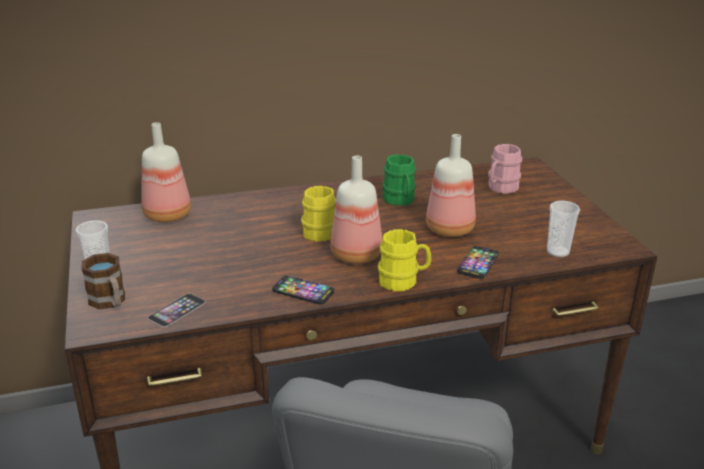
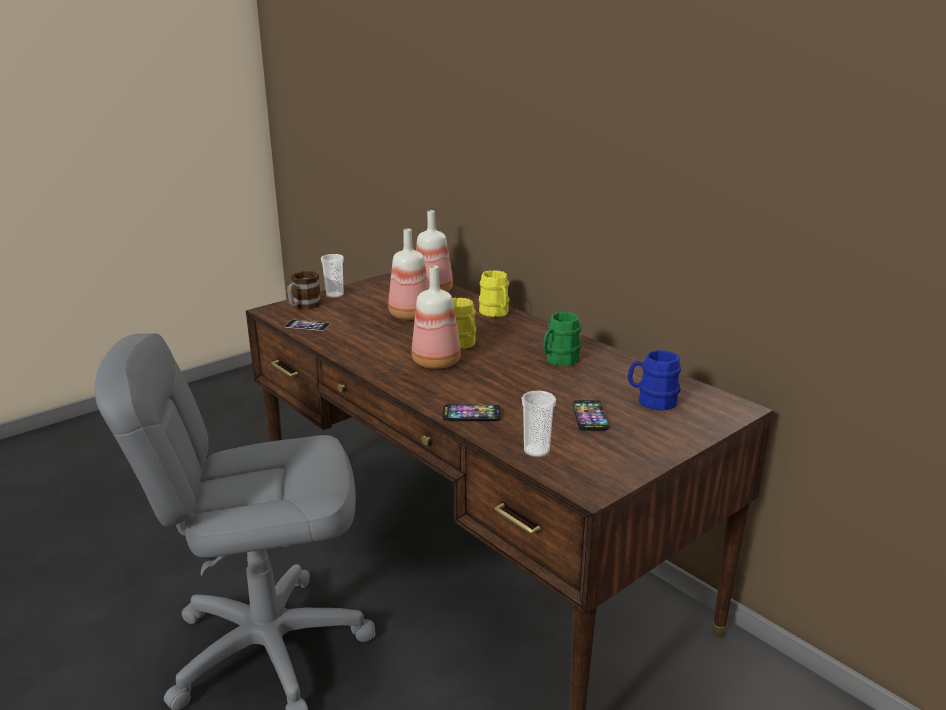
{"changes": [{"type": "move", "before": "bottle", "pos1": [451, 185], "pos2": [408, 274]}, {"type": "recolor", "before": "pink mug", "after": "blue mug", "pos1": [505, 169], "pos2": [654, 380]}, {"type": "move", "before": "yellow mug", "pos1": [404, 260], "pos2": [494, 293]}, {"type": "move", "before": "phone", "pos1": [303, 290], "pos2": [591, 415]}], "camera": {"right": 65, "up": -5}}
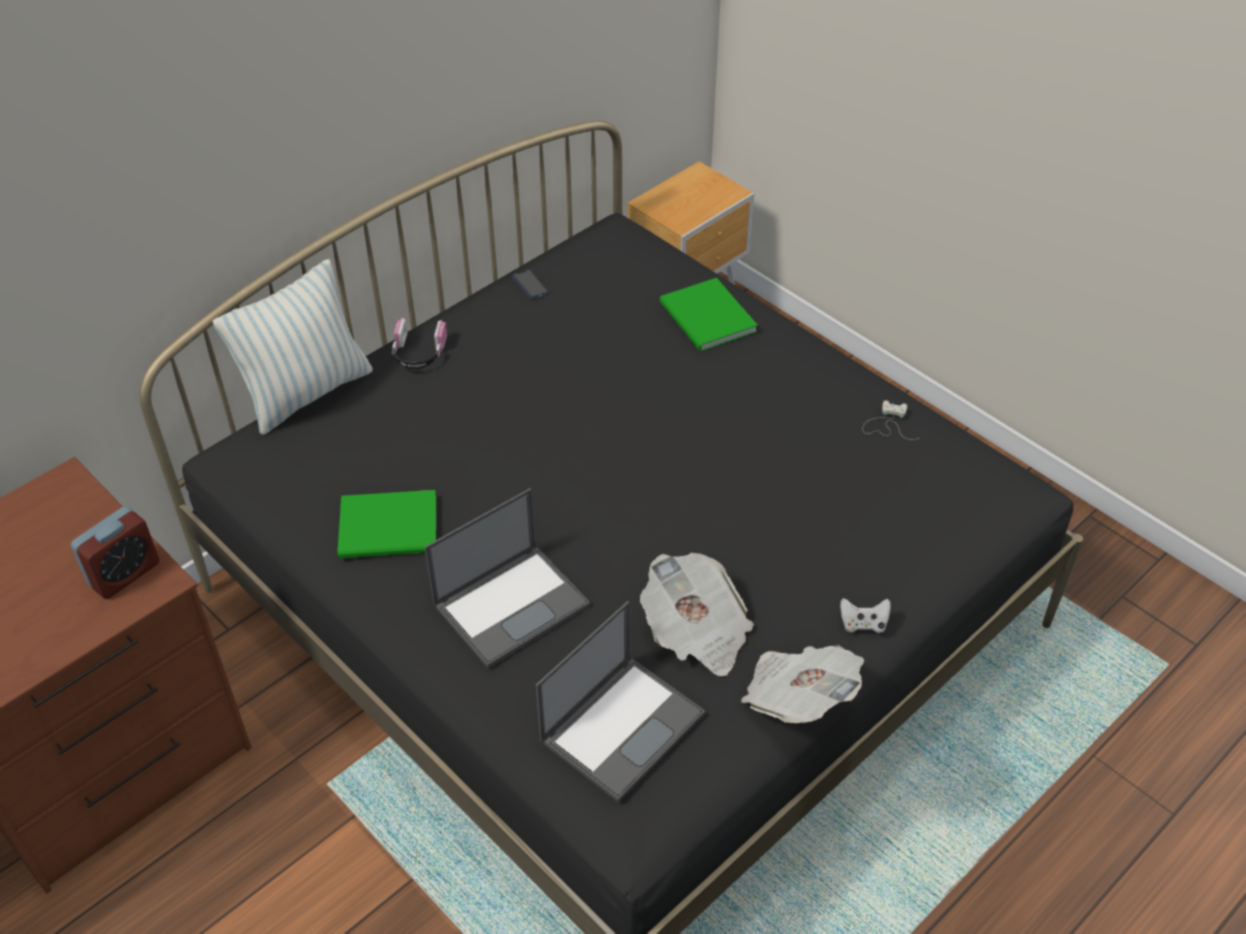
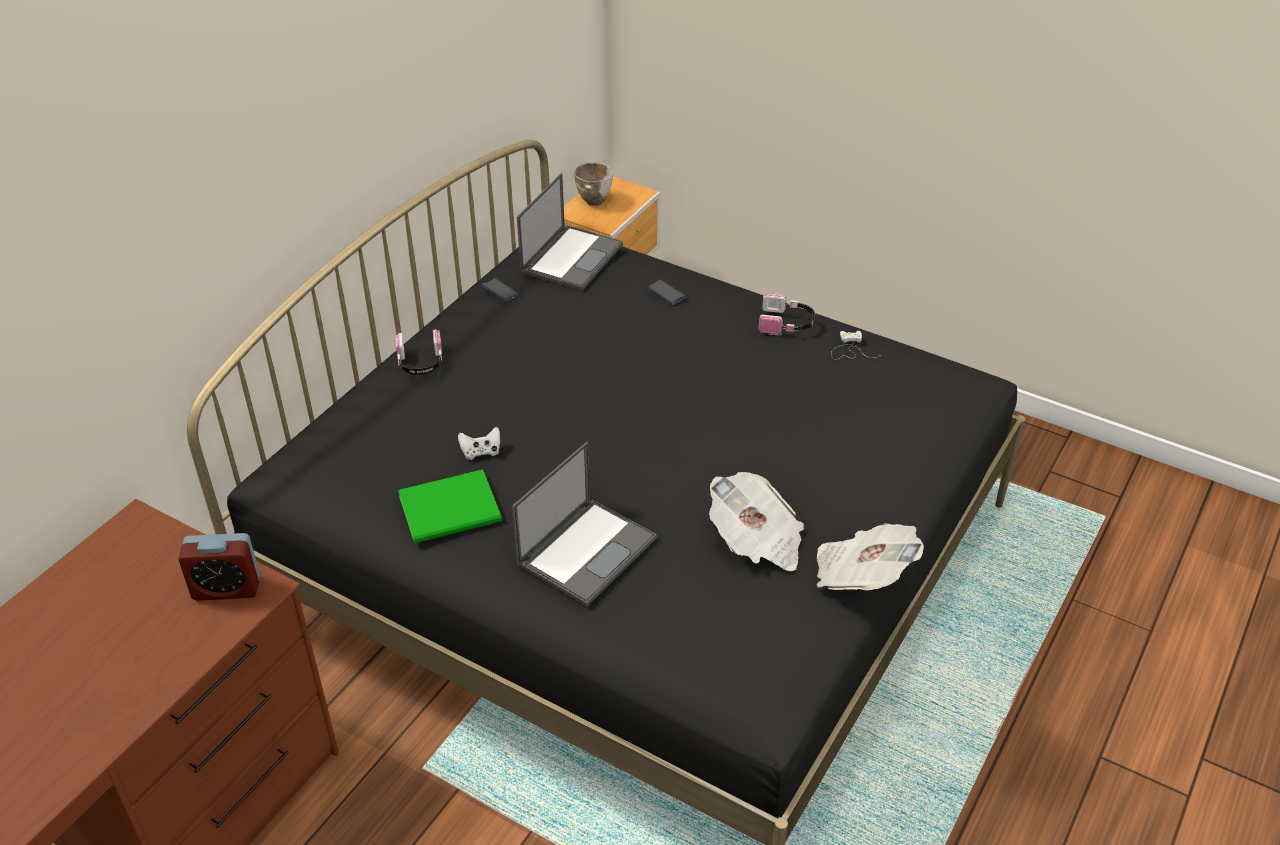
{"changes": [{"type": "delete", "before": "pillow", "pos1": [292, 347]}, {"type": "replace", "before": "green book", "after": "phone", "pos1": [709, 314], "pos2": [666, 292]}, {"type": "rotate", "before": "alarm clock", "pos1": [115, 552], "pos2": [219, 567], "turn": 60}, {"type": "move", "before": "white game controller", "pos1": [865, 615], "pos2": [479, 443]}, {"type": "move", "before": "laptop", "pos1": [620, 701], "pos2": [570, 232]}, {"type": "insert", "after": "bowl", "pos2": [593, 183]}, {"type": "insert", "after": "headphones", "pos2": [786, 314]}], "camera": {"right": -15, "up": -5}}
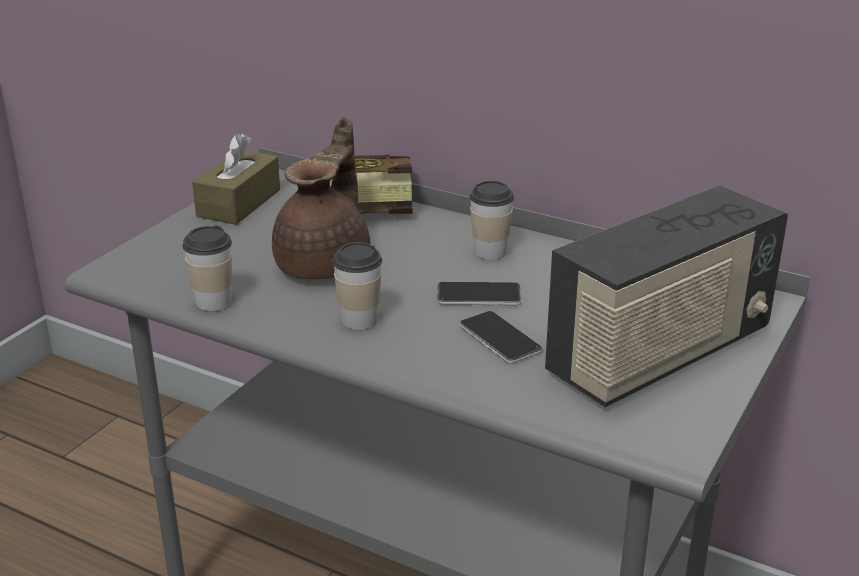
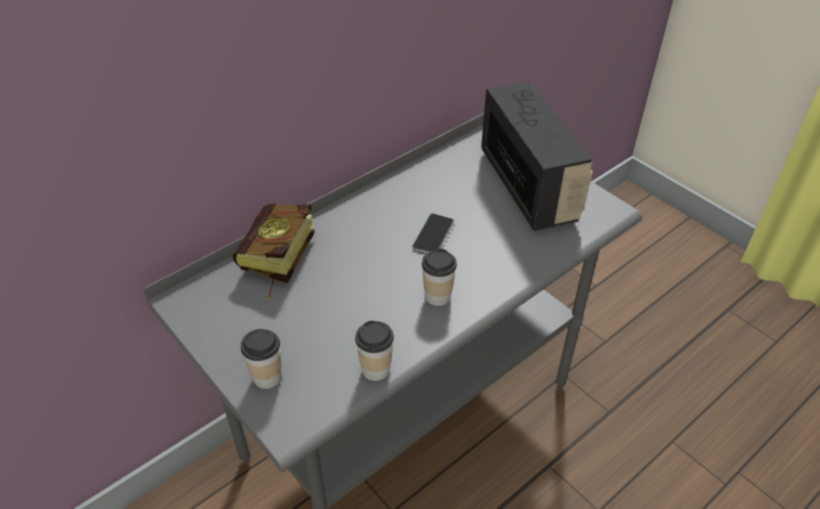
{"changes": [{"type": "delete", "before": "brown teapot", "pos1": [321, 197]}, {"type": "delete", "before": "brown tissue box", "pos1": [236, 179]}, {"type": "move", "before": "cup", "pos1": [491, 220], "pos2": [261, 359]}, {"type": "delete", "before": "phone", "pos1": [501, 337]}], "camera": {"right": -70, "up": 15}}
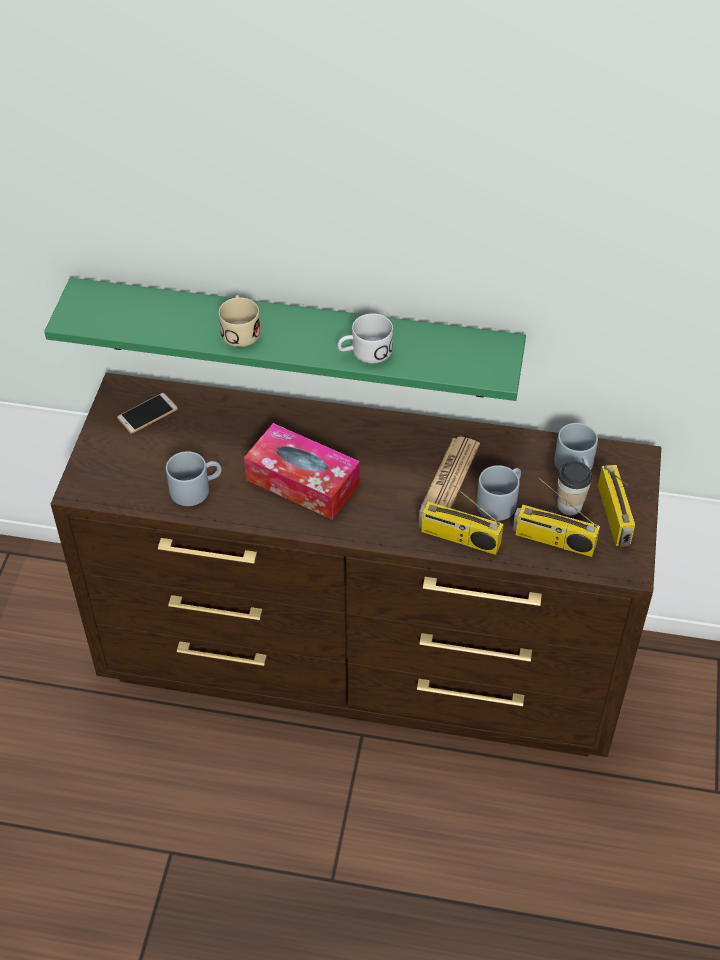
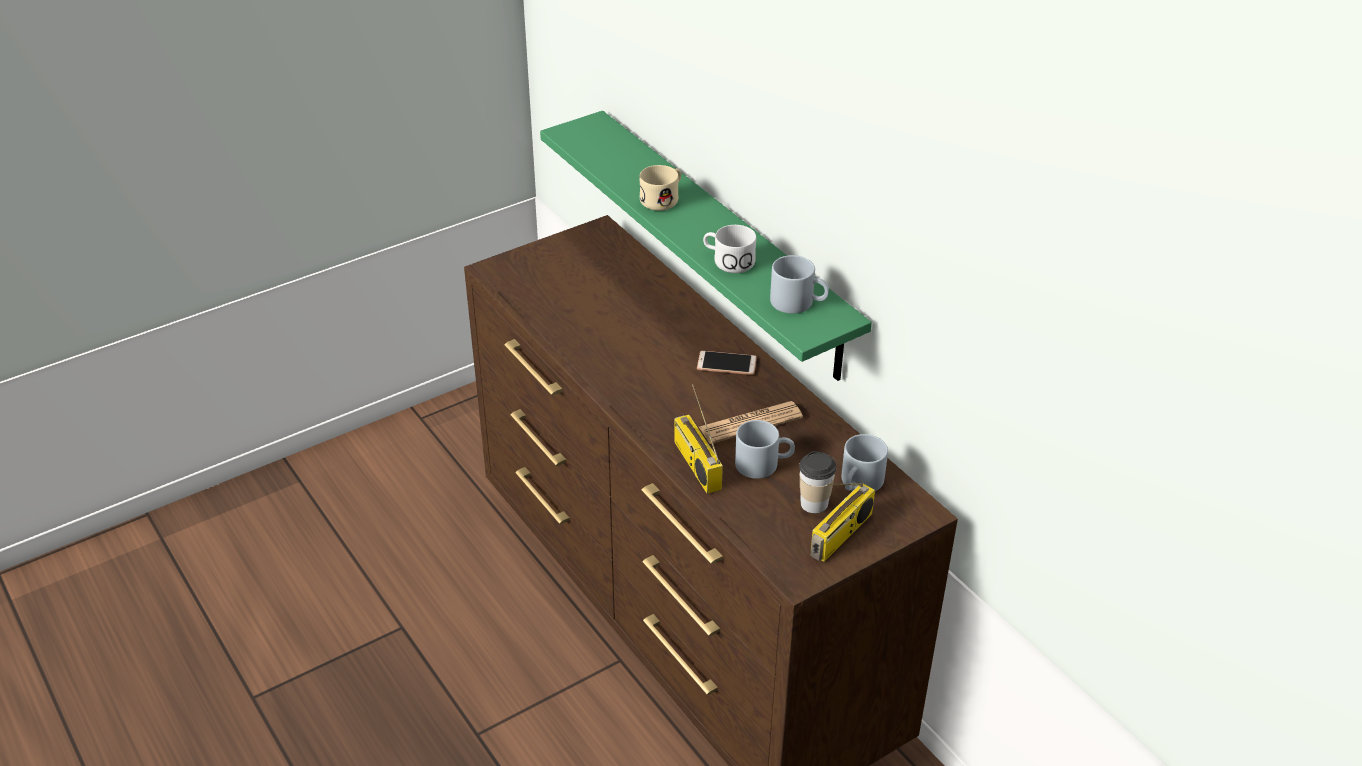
{"changes": [{"type": "move", "before": "phone", "pos1": [147, 413], "pos2": [727, 363]}, {"type": "delete", "before": "tissue box", "pos1": [302, 471]}, {"type": "move", "before": "grey mug", "pos1": [194, 478], "pos2": [799, 284]}, {"type": "delete", "before": "radio", "pos1": [556, 517]}], "camera": {"right": 45, "up": -10}}
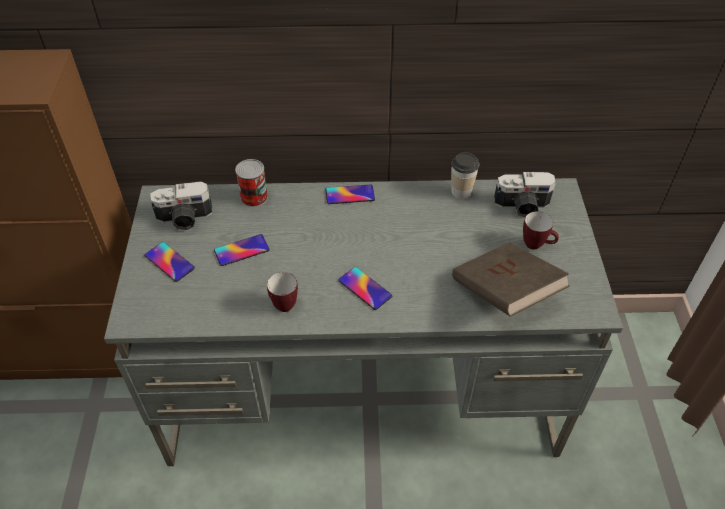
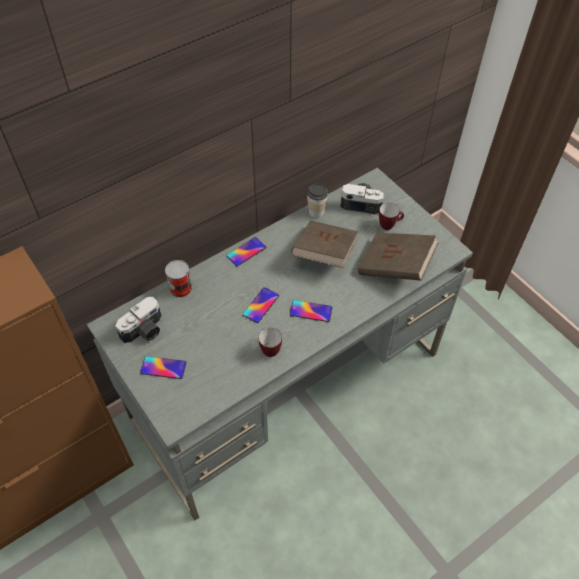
{"changes": [{"type": "rotate", "before": "photo camera", "pos1": [525, 195], "pos2": [362, 199], "turn": -135}, {"type": "move", "before": "phone", "pos1": [241, 250], "pos2": [260, 305]}, {"type": "insert", "after": "brown book", "pos2": [324, 244]}], "camera": {"right": -35, "up": 5}}
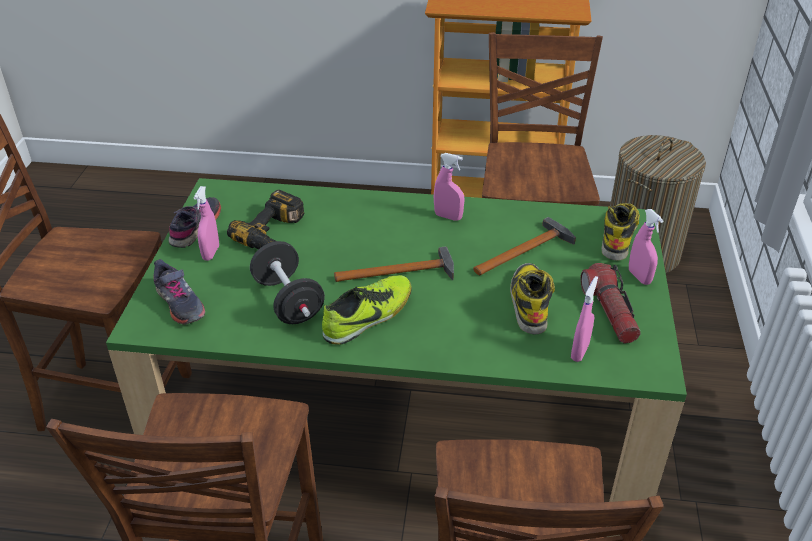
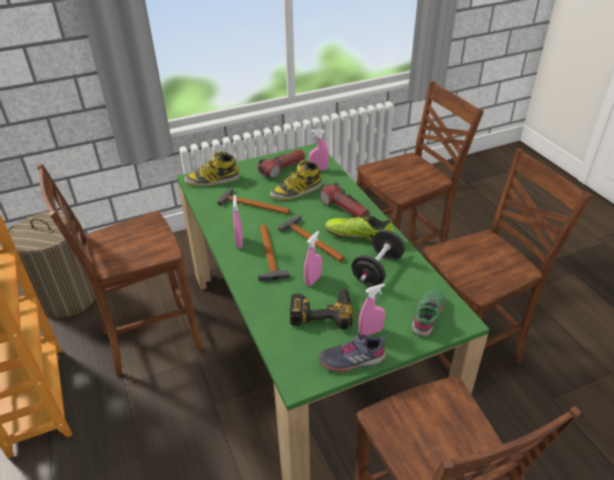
{"changes": [{"type": "move", "before": "pink spray bottle", "pos1": [646, 247], "pos2": [313, 258]}, {"type": "recolor", "before": "grey shoe", "after": "green shoe", "pos1": [179, 292], "pos2": [428, 313]}, {"type": "insert", "after": "flashlight", "pos2": [344, 199]}, {"type": "insert", "after": "hammer", "pos2": [274, 253]}], "camera": {"right": -120, "up": 0}}
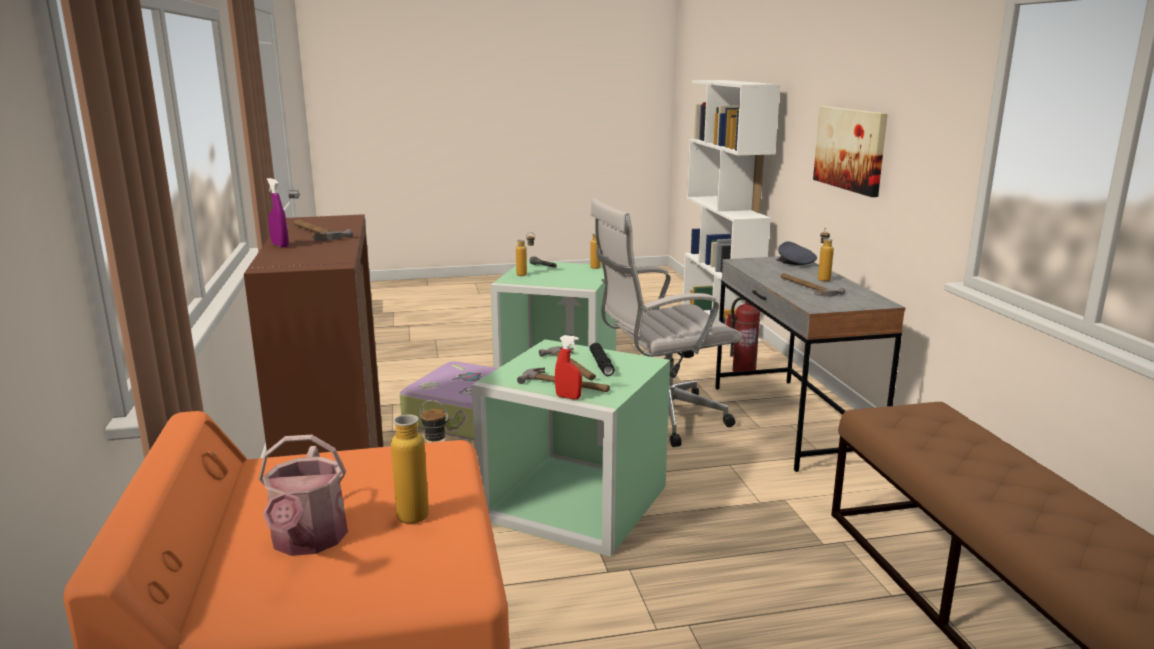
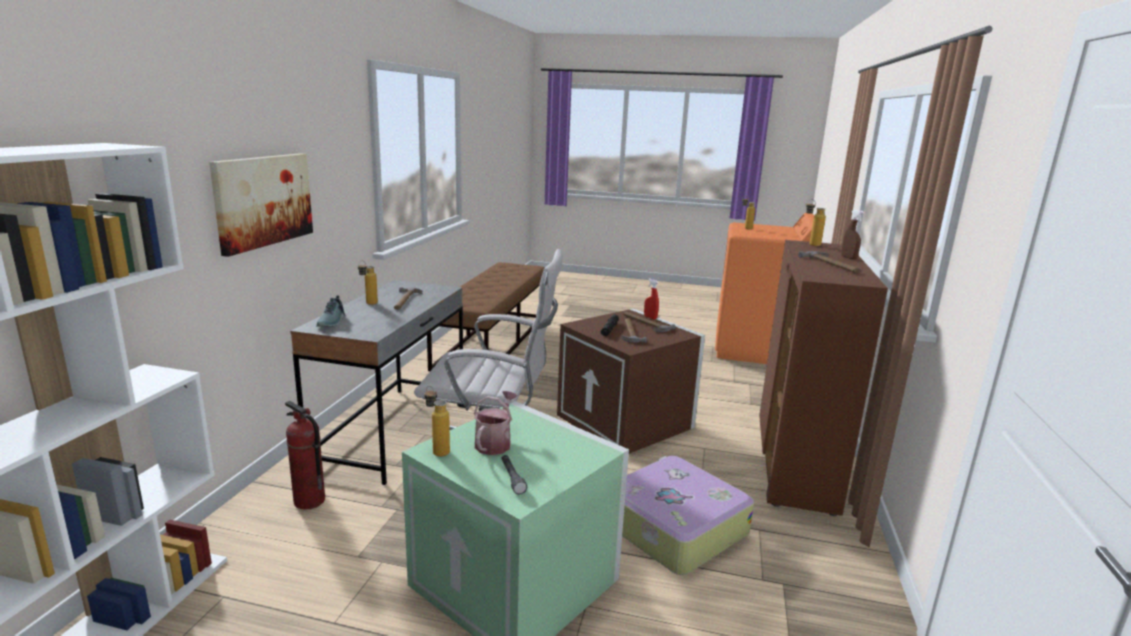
{"changes": [{"type": "recolor", "before": "purple spray bottle", "after": "brown spray bottle", "pos1": [278, 212], "pos2": [852, 234]}, {"type": "move", "before": "bottle", "pos1": [525, 254], "pos2": [816, 222]}, {"type": "replace", "before": "grey cap", "after": "shoe", "pos1": [796, 253], "pos2": [330, 311]}, {"type": "recolor", "before": "green storage box", "after": "brown storage box", "pos1": [571, 448], "pos2": [631, 381]}, {"type": "move", "before": "watering can", "pos1": [303, 495], "pos2": [495, 423]}], "camera": {"right": -155, "up": 0}}
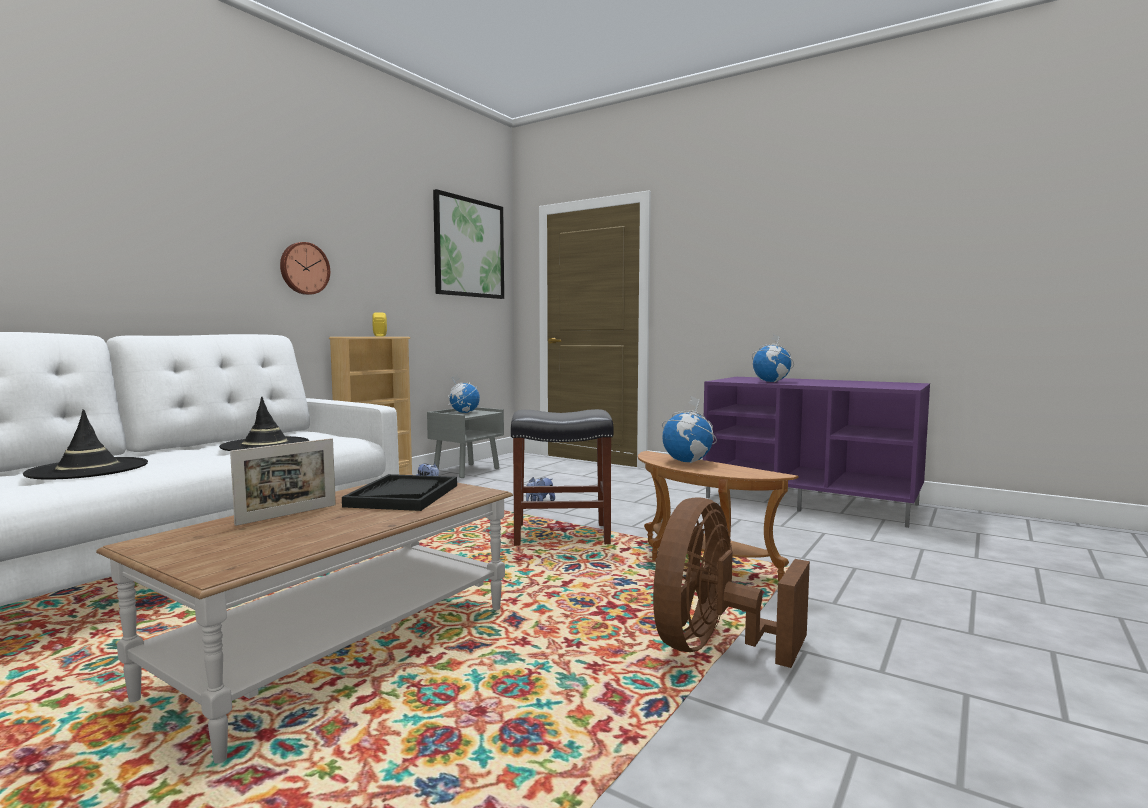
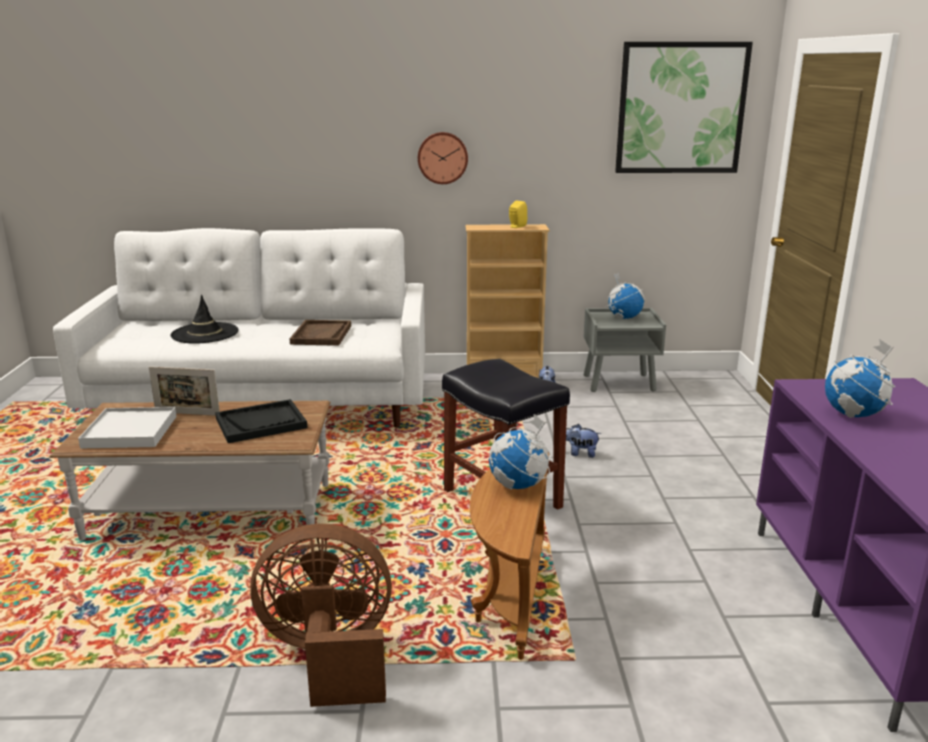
{"changes": [{"type": "replace", "before": "black hat", "after": "brown tray", "pos1": [264, 424], "pos2": [320, 333]}, {"type": "insert", "after": "white tray", "pos2": [127, 427]}], "camera": {"right": 55, "up": 15}}
